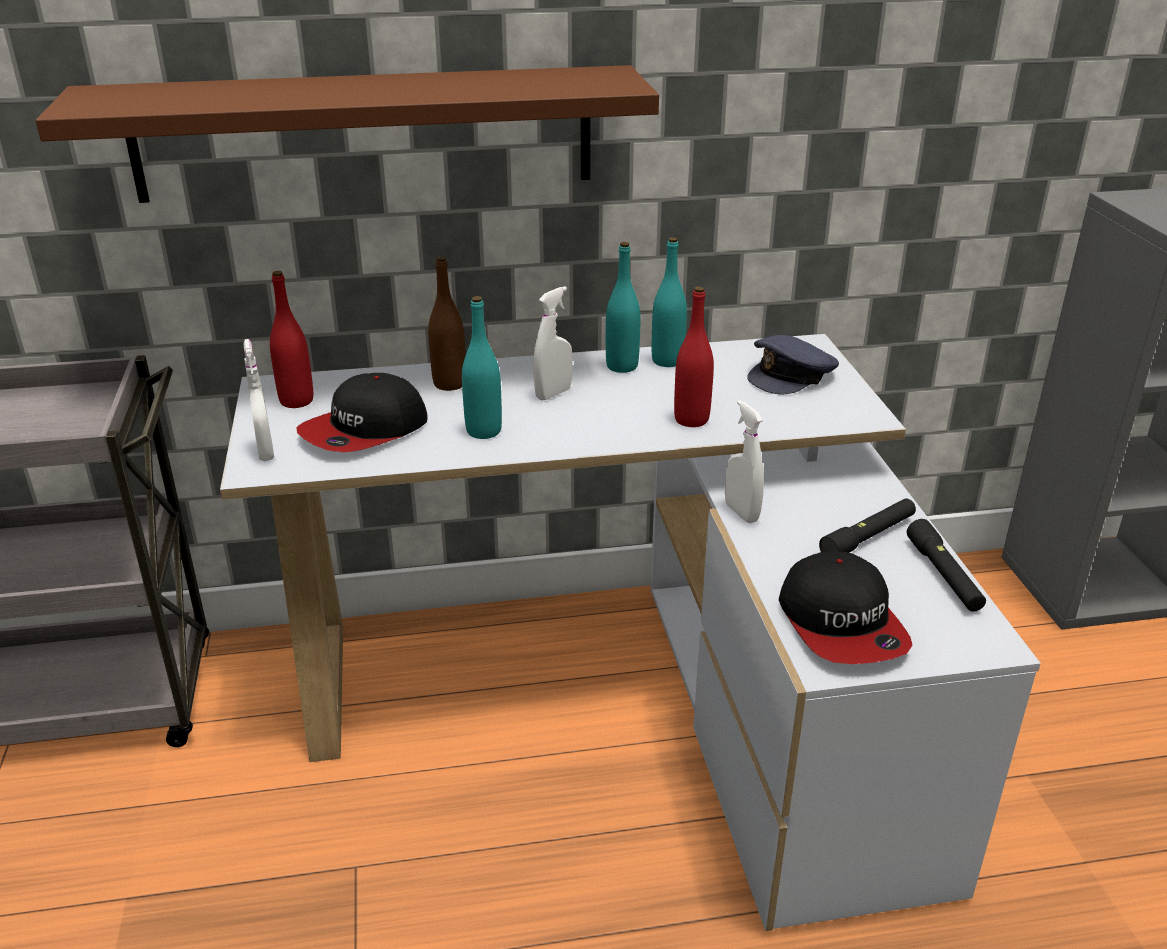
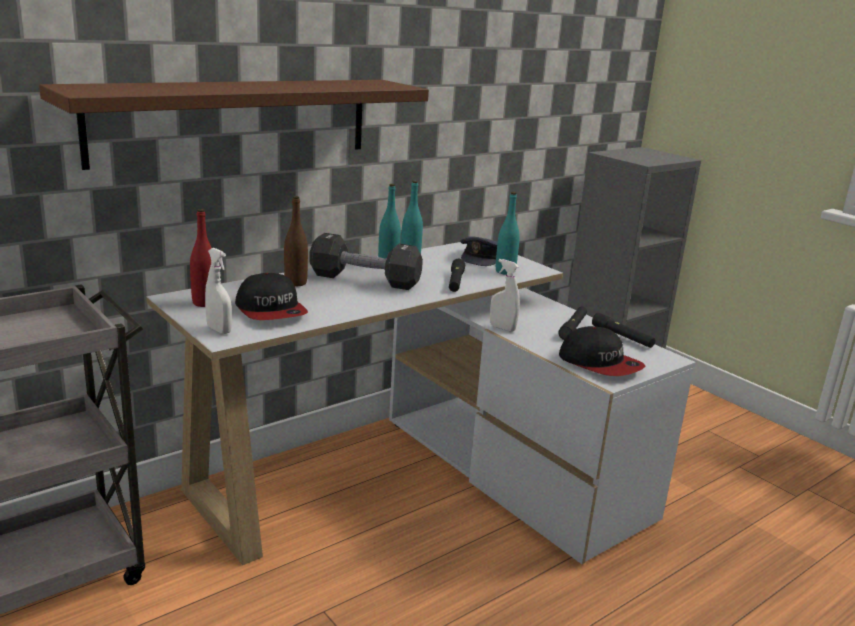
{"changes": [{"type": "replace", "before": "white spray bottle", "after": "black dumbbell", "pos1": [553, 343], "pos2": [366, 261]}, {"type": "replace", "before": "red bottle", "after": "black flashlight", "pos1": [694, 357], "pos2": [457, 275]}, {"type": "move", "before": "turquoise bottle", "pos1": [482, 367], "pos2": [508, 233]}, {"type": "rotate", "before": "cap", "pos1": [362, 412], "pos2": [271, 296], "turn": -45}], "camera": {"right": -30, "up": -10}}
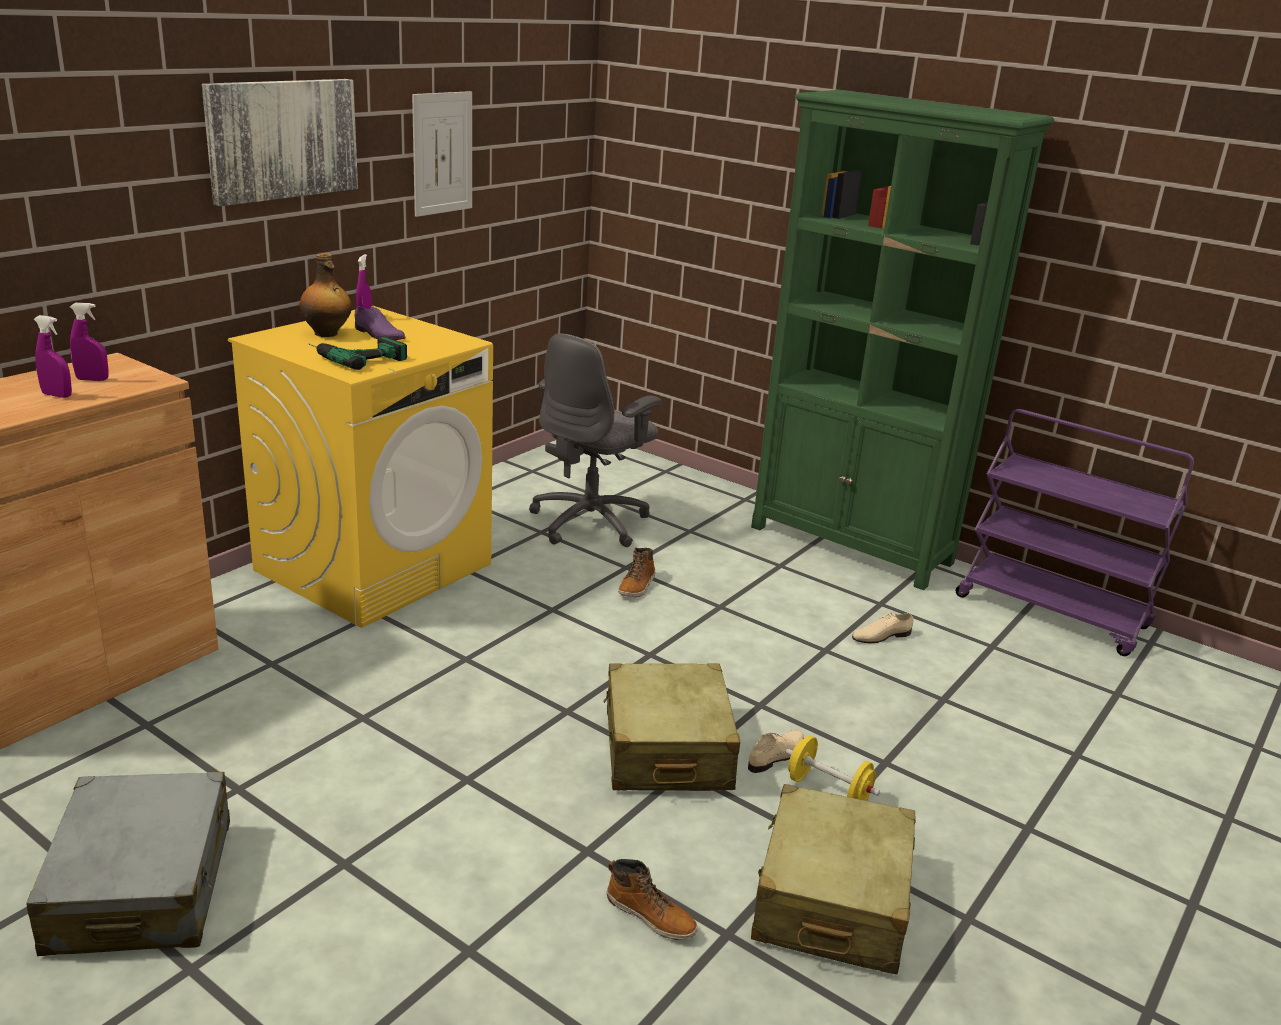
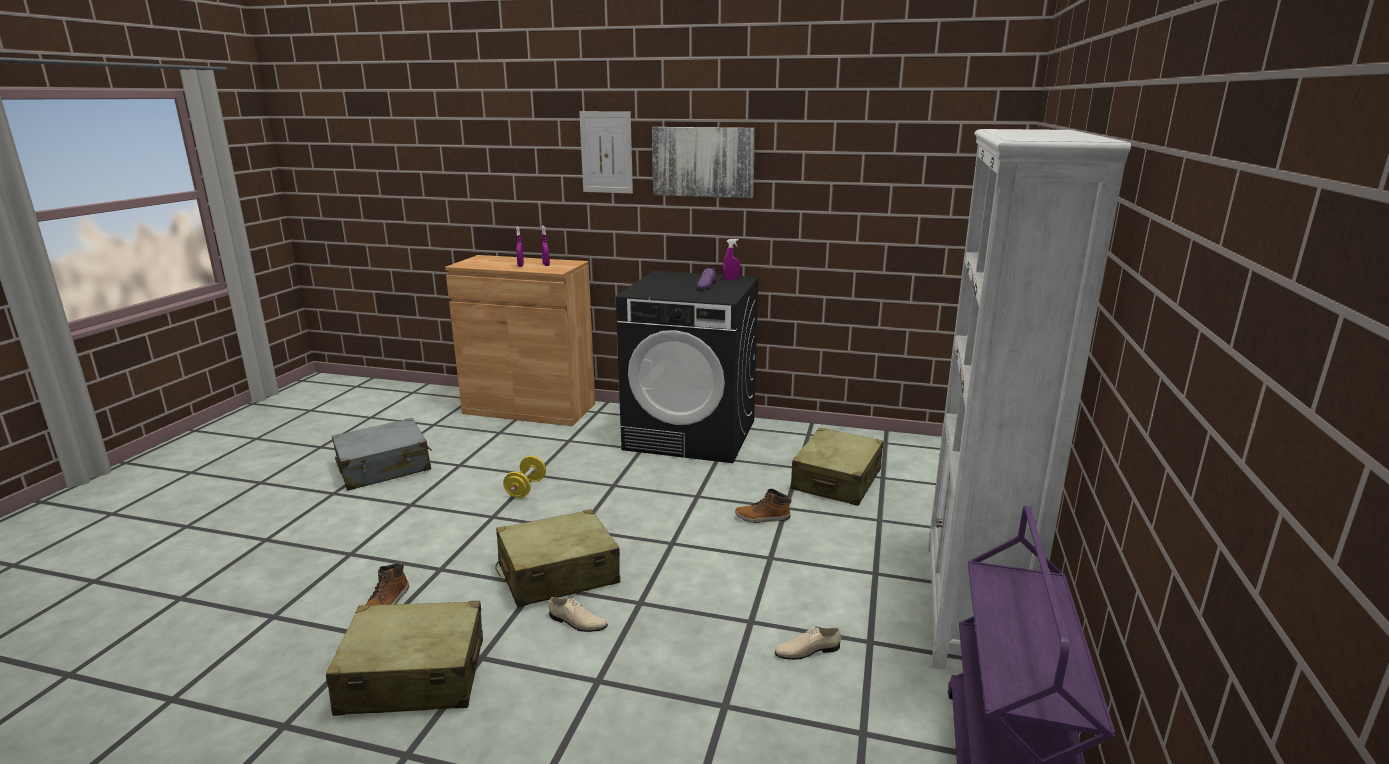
{"changes": [{"type": "recolor", "before": "green bookcase", "after": "white bookcase", "pos1": [902, 340], "pos2": [1029, 399]}, {"type": "move", "before": "picture", "pos1": [442, 154], "pos2": [606, 152]}, {"type": "delete", "before": "bottle", "pos1": [325, 295]}, {"type": "recolor", "before": "yellow washing machine", "after": "black washing machine", "pos1": [360, 467], "pos2": [687, 367]}, {"type": "replace", "before": "grey office chair", "after": "beige suitcase", "pos1": [595, 440], "pos2": [837, 467]}, {"type": "delete", "before": "power drill", "pos1": [358, 353]}, {"type": "rotate", "before": "beige shoe", "pos1": [883, 627], "pos2": [808, 643], "turn": -60}, {"type": "move", "before": "yellow dumbbell", "pos1": [832, 768], "pos2": [524, 477]}], "camera": {"right": 70, "up": -5}}
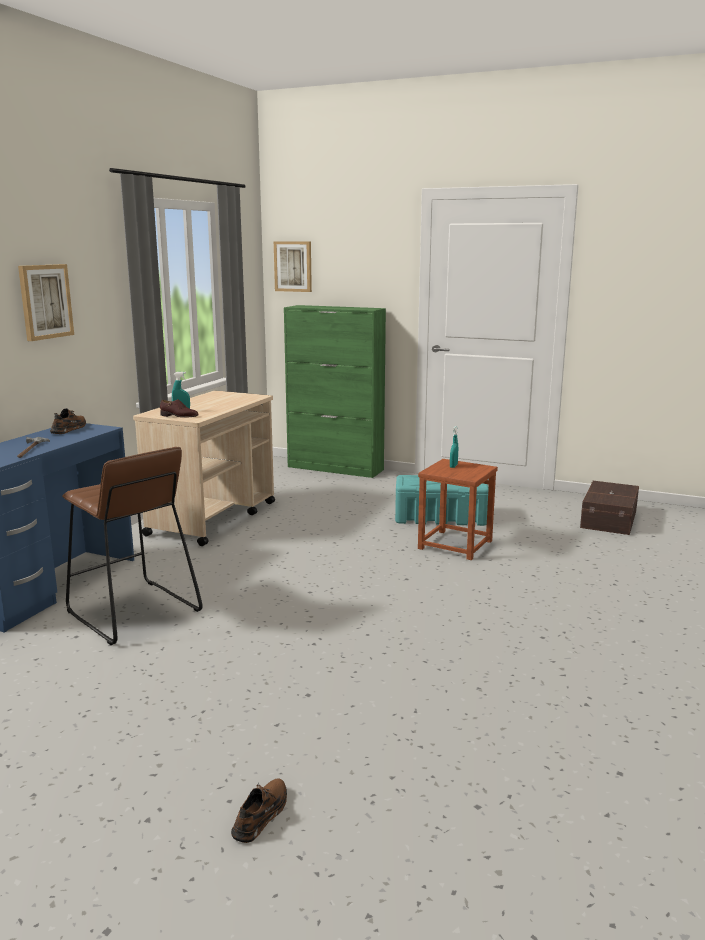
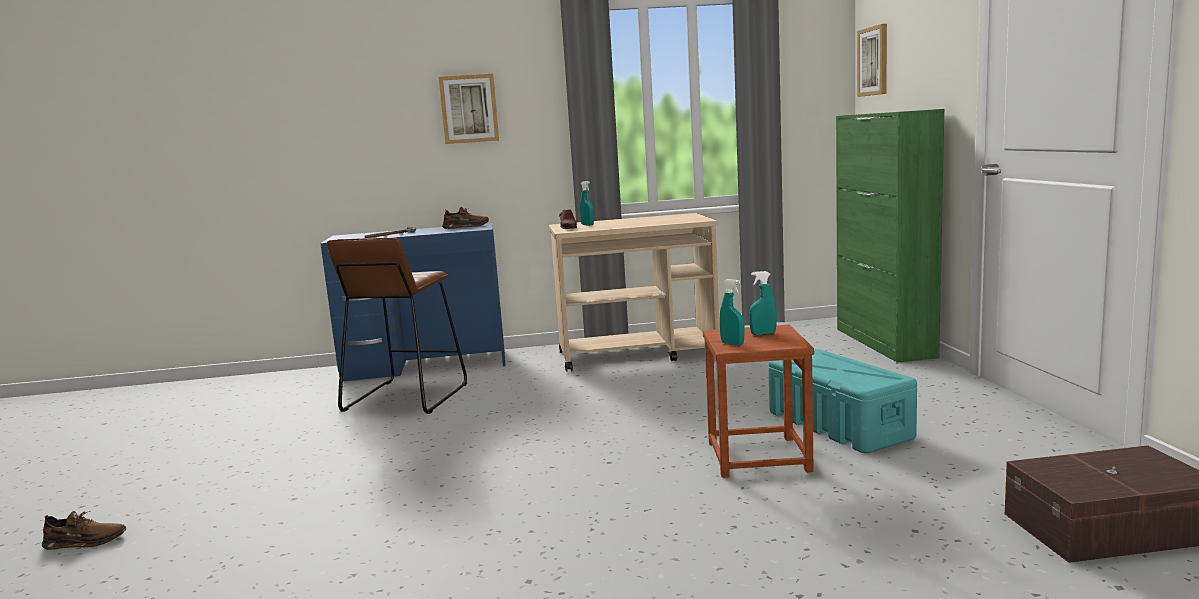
{"changes": [{"type": "insert", "after": "turquoise spray bottle", "pos2": [732, 312]}], "camera": {"right": 60, "up": -5}}
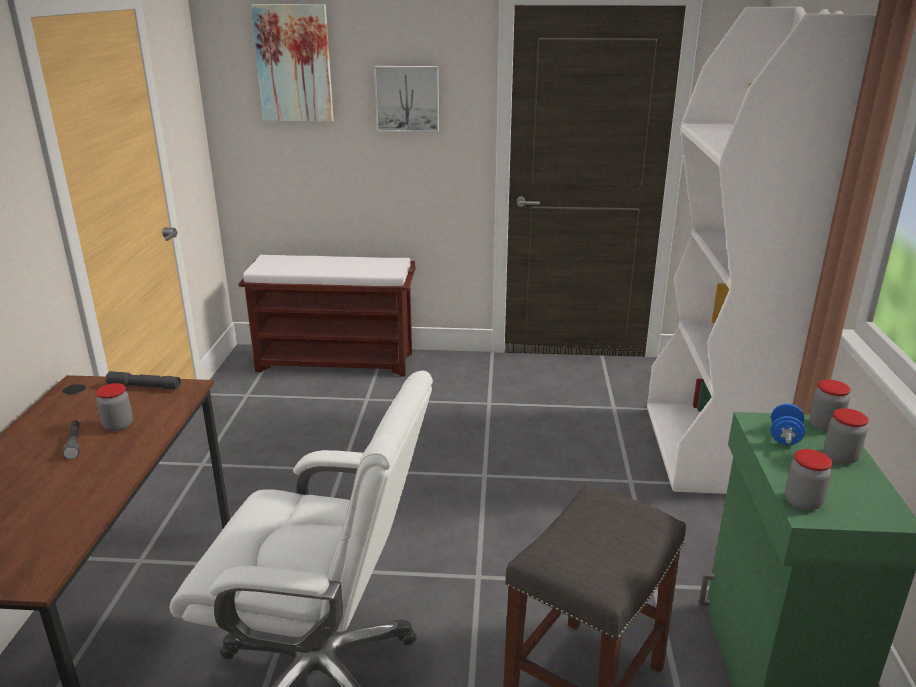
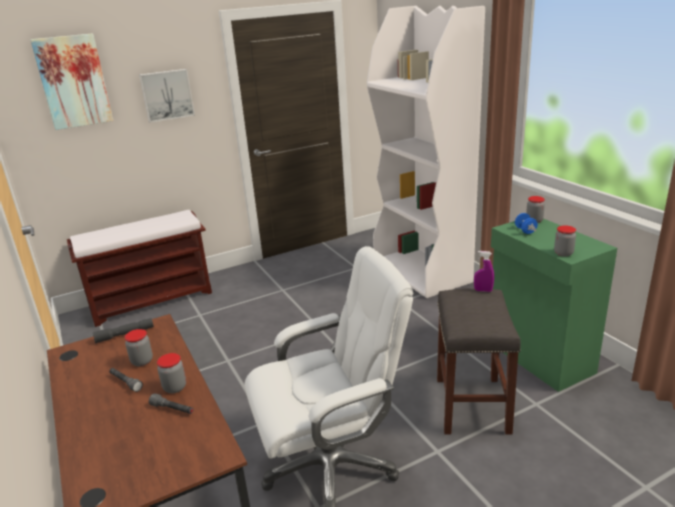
{"changes": [{"type": "move", "before": "jar", "pos1": [846, 436], "pos2": [171, 373]}, {"type": "insert", "after": "purple spray bottle", "pos2": [484, 271]}, {"type": "insert", "after": "grey flashlight", "pos2": [171, 403]}], "camera": {"right": -30, "up": 0}}
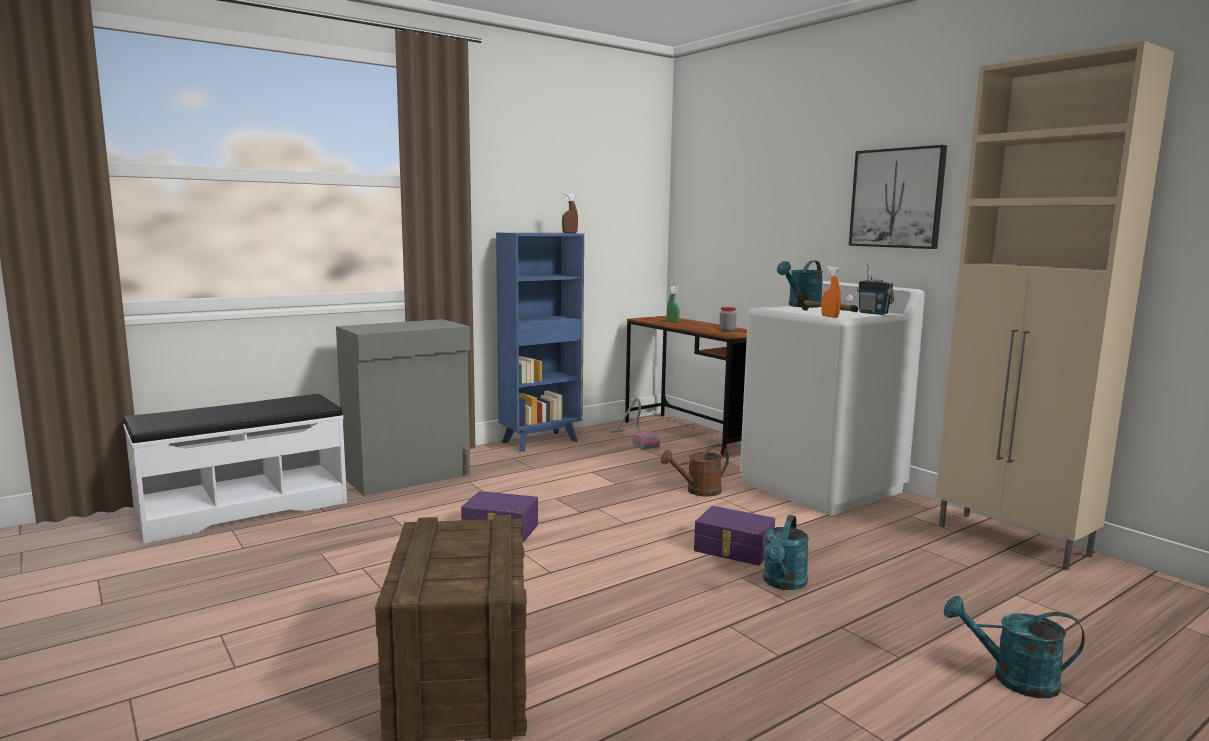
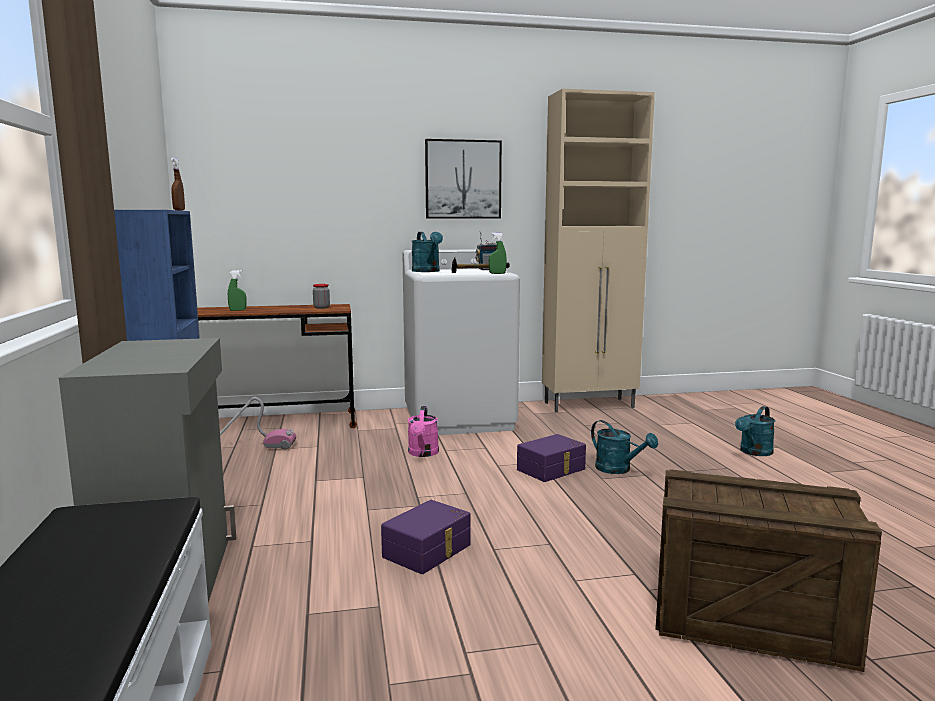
{"changes": [{"type": "recolor", "before": "orange spray bottle", "after": "green spray bottle", "pos1": [831, 292], "pos2": [498, 253]}, {"type": "recolor", "before": "brown watering can", "after": "pink watering can", "pos1": [694, 470], "pos2": [423, 431]}], "camera": {"right": -65, "up": 0}}
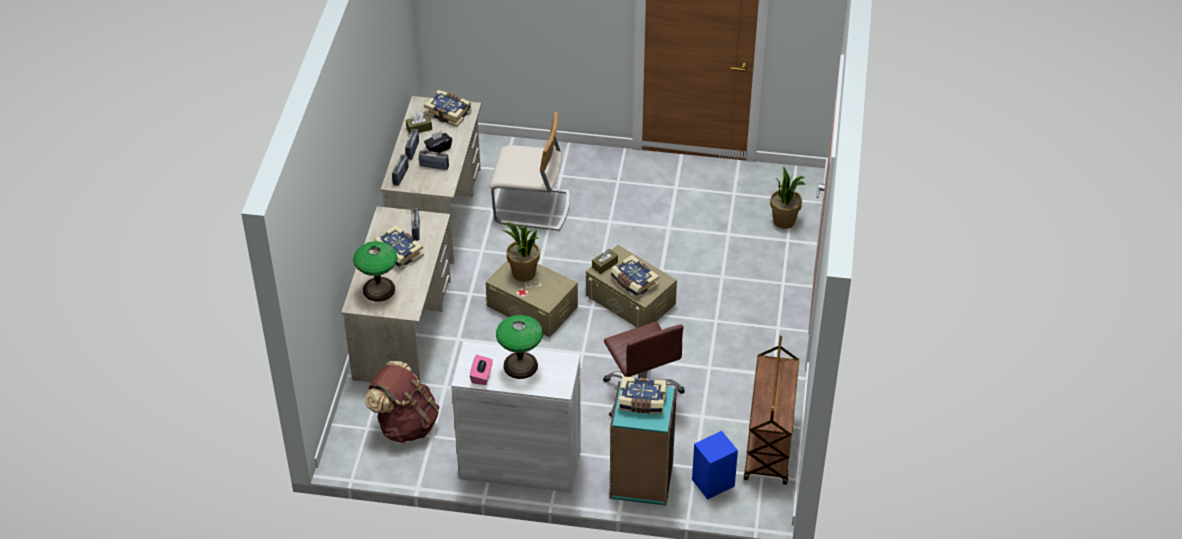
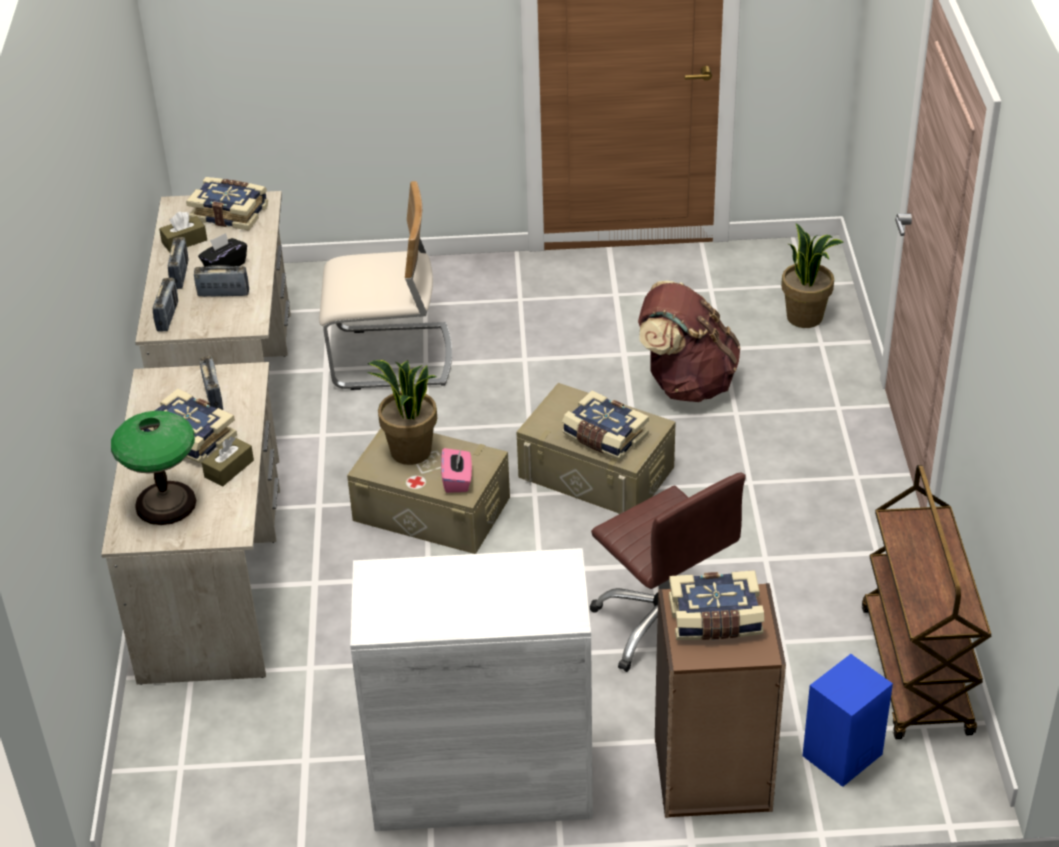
{"changes": [{"type": "move", "before": "brown tissue box", "pos1": [605, 261], "pos2": [228, 461]}, {"type": "delete", "before": "table lamp", "pos1": [519, 347]}, {"type": "move", "before": "pink tissue box", "pos1": [481, 370], "pos2": [456, 470]}, {"type": "move", "before": "brown backpack", "pos1": [402, 402], "pos2": [689, 341]}, {"type": "recolor", "before": "turquoise bookcase", "after": "brown bookcase", "pos1": [643, 443], "pos2": [720, 700]}], "camera": {"right": -10, "up": -5}}
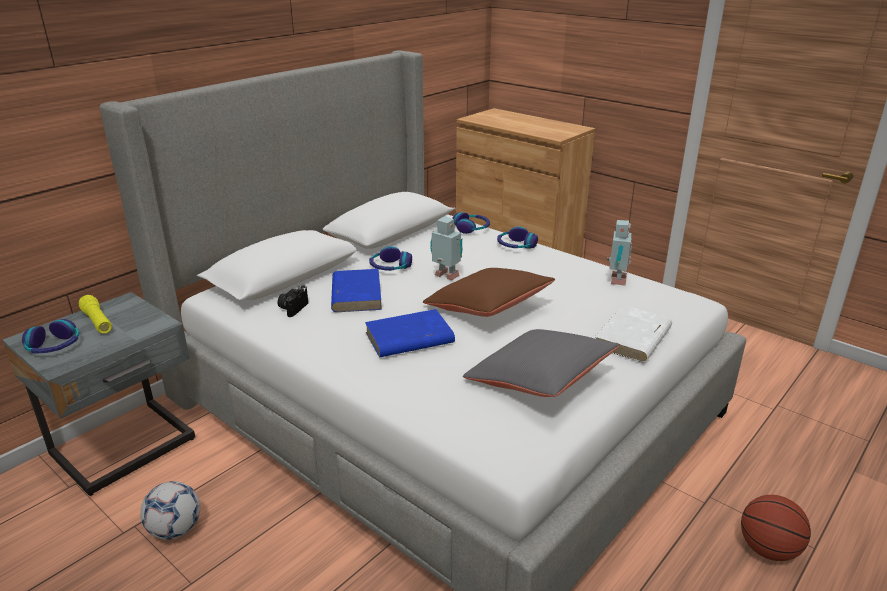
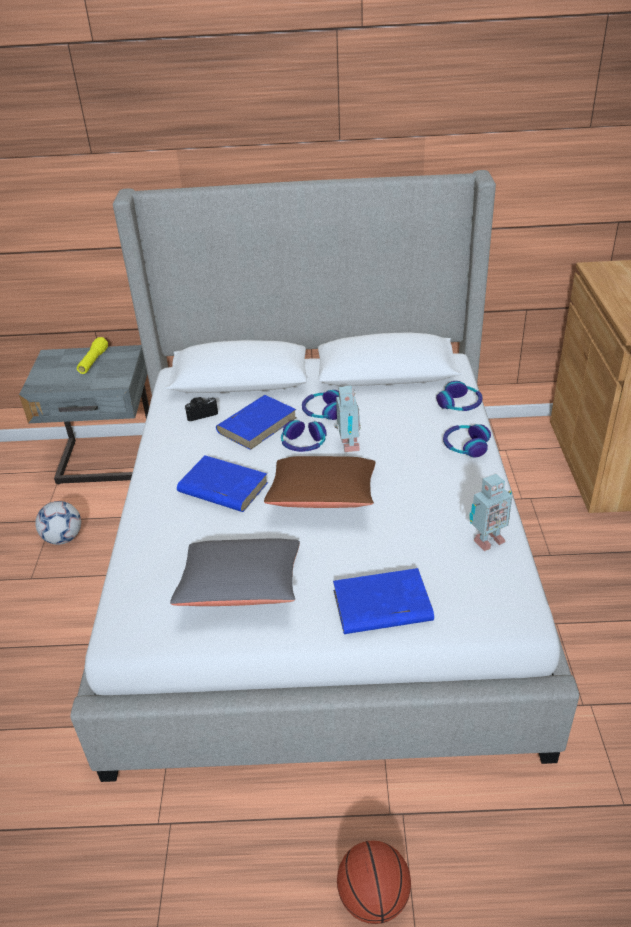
{"changes": [{"type": "recolor", "before": "white book", "after": "blue book", "pos1": [633, 333], "pos2": [383, 601]}, {"type": "move", "before": "headphones", "pos1": [50, 336], "pos2": [304, 436]}], "camera": {"right": 50, "up": 10}}
